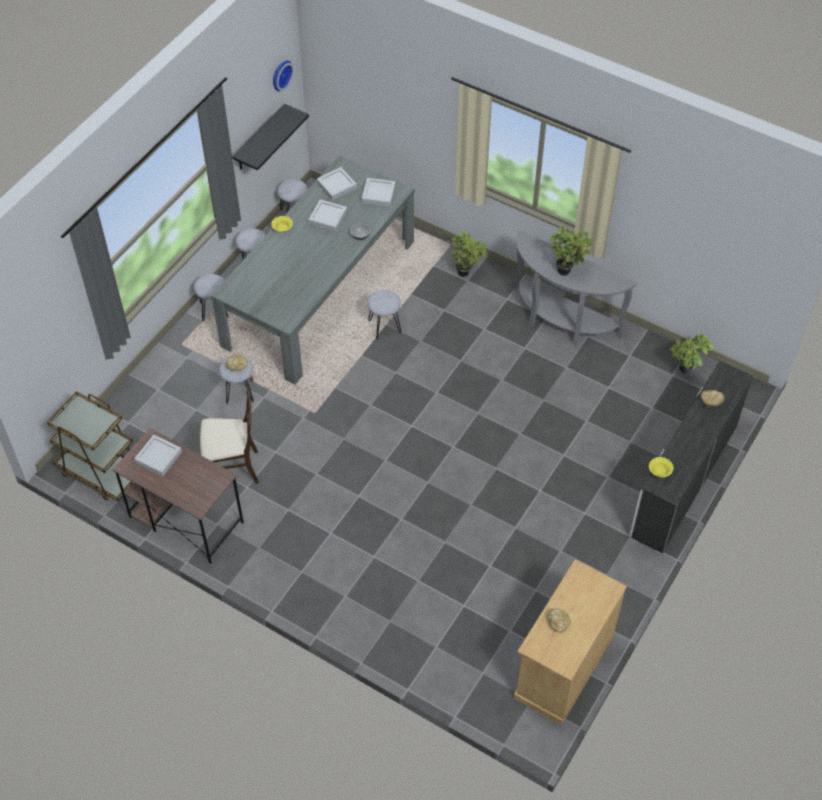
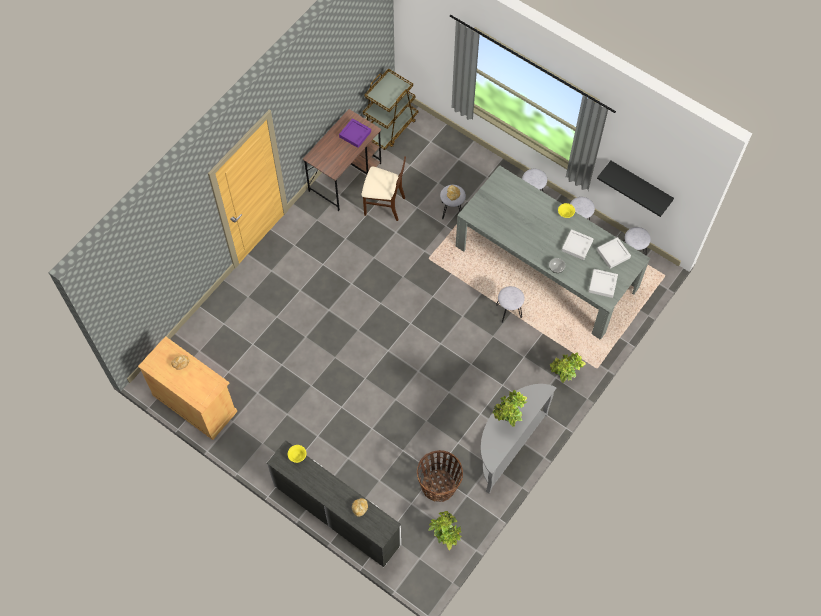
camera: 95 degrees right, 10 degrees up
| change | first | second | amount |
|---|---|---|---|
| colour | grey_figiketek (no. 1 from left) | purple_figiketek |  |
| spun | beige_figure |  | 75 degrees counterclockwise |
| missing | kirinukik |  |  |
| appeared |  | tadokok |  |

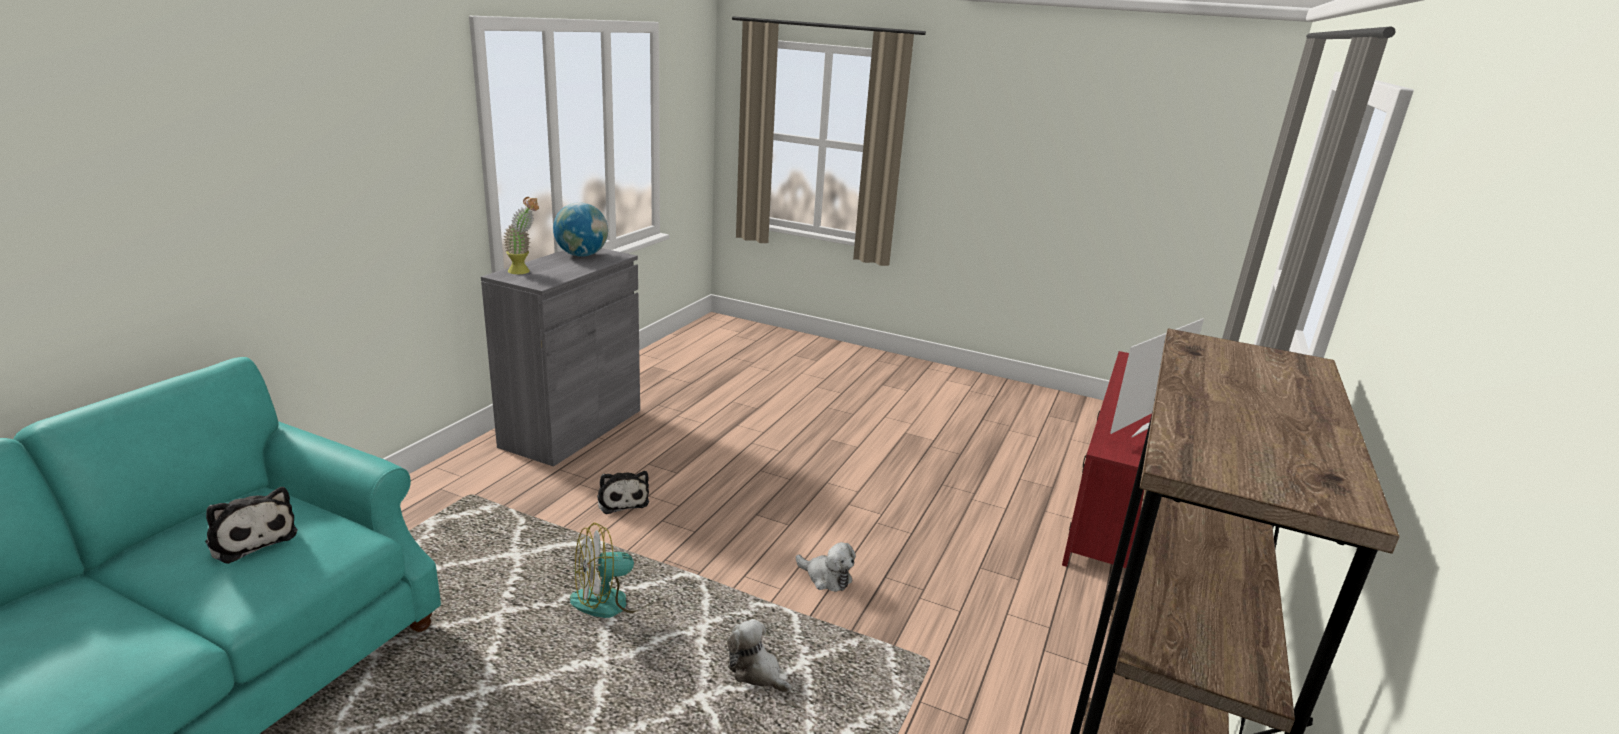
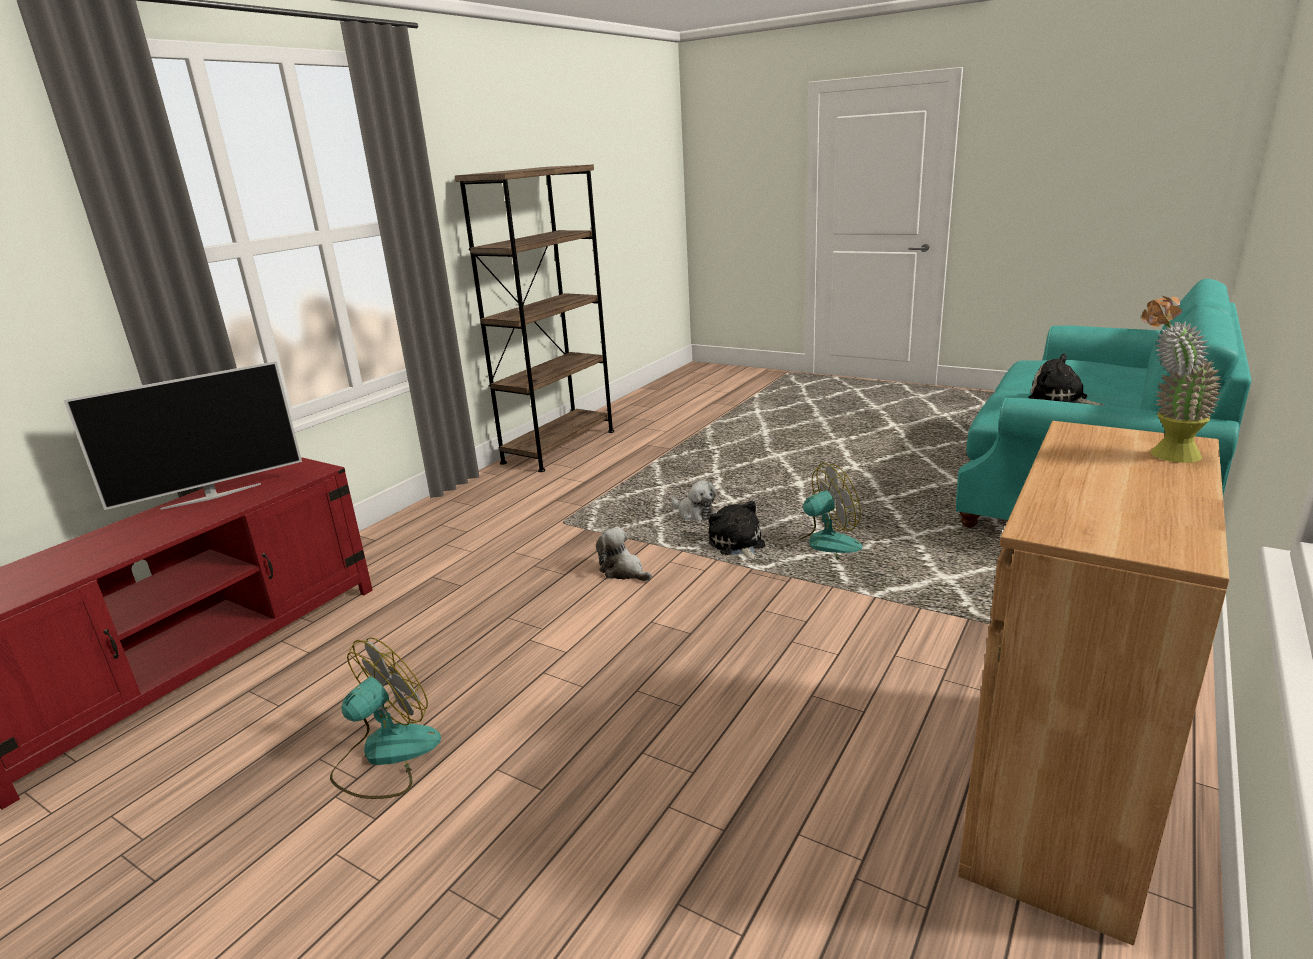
camera: 170 degrees left, 0 degrees up
| change | first | second | amount |
|---|---|---|---|
| colour | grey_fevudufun | brown_fevudufun |  |
| missing | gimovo |  |  |
| relocated | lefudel (no. 2 from left in the first image) | lefudel (no. 3 from left) |  |
| appeared |  | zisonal (no. 1 from left) |  |

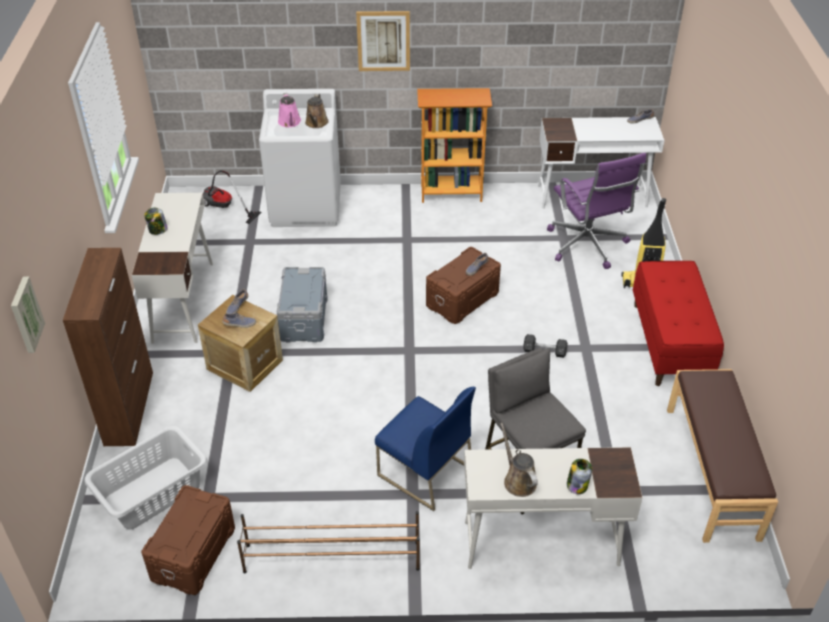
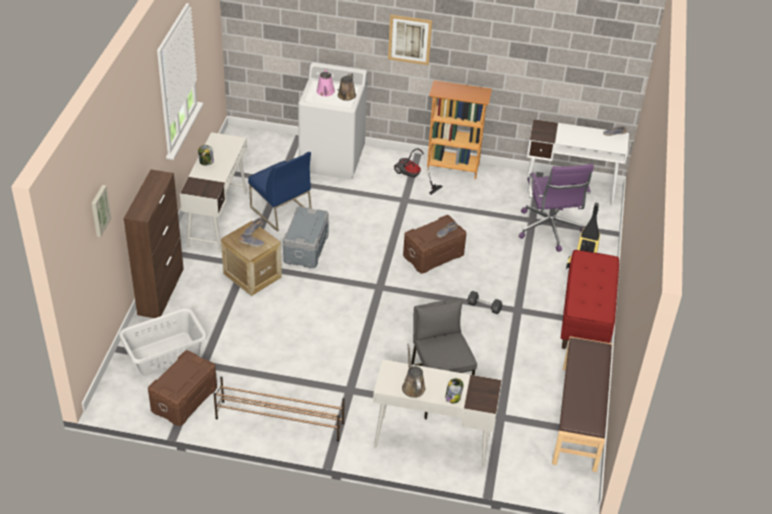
camera: 10 degrees right, 0 degrees up
| change | first | second | amount |
|---|---|---|---|
| relocated | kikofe (no. 1 from left) |  |  |
| relocated | blue_figure |  |  |

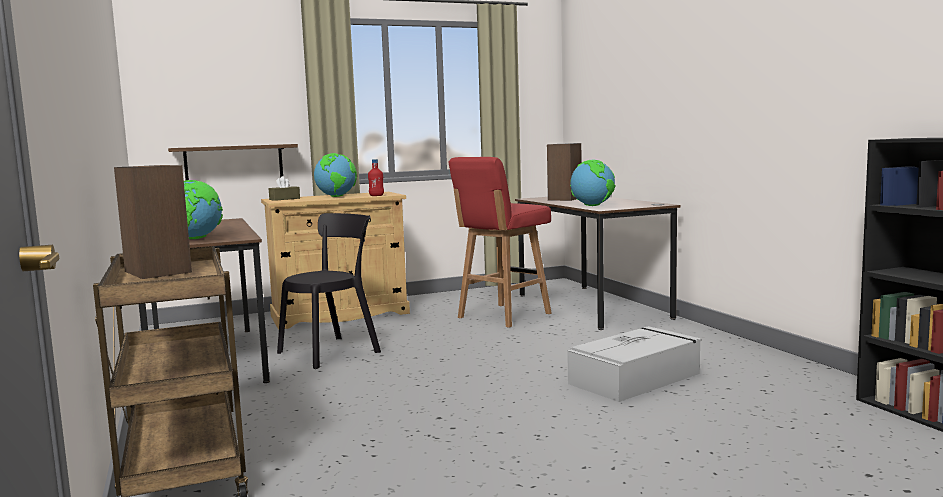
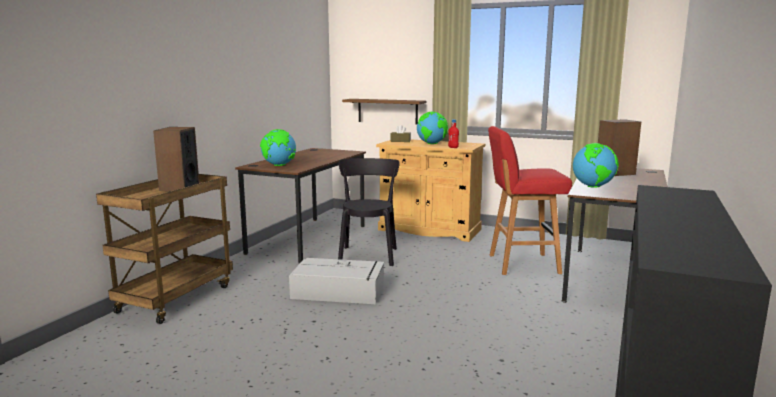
camera: 45 degrees right, 5 degrees up
| change | first | second | amount |
|---|---|---|---|
| spun | black_figure |  | 90 degrees counterclockwise |
| relocated | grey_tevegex |  |  |

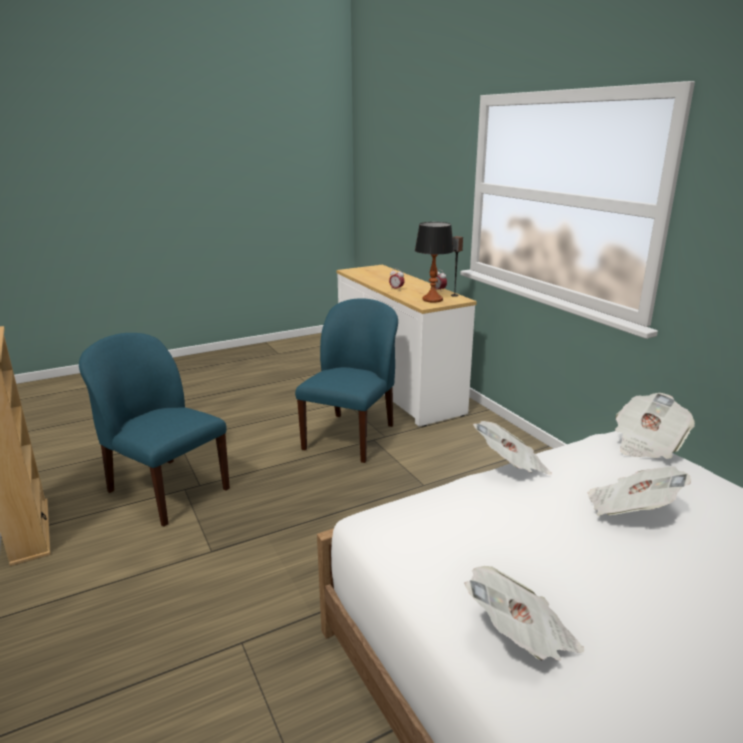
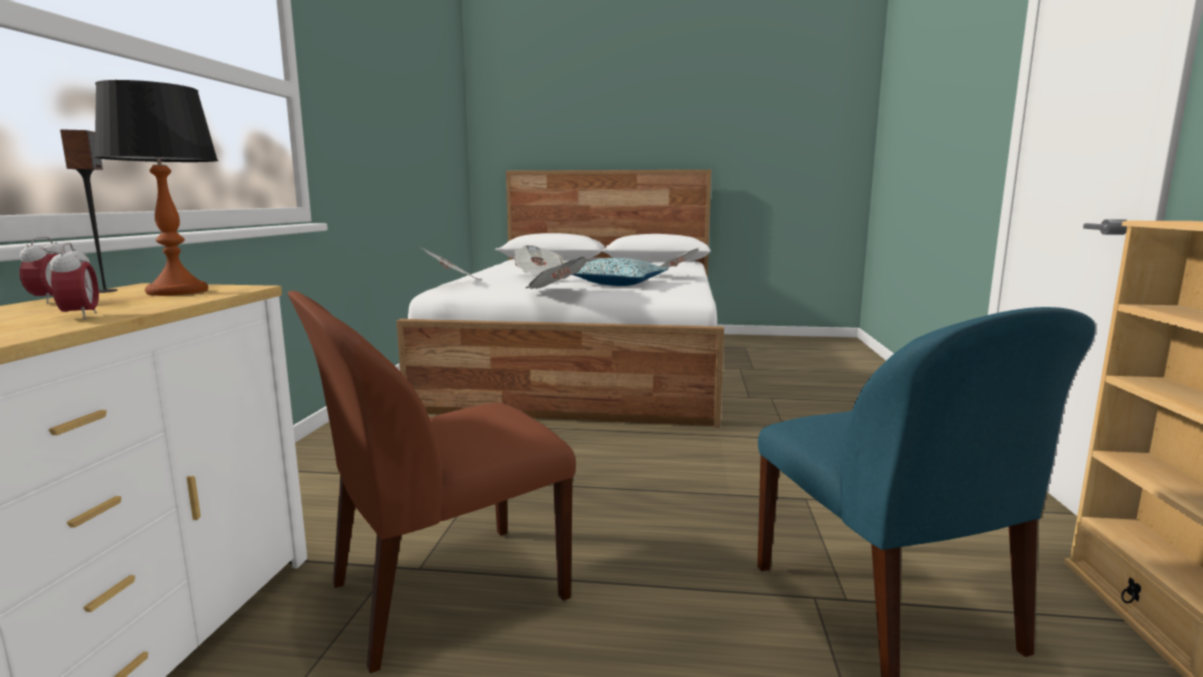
camera: 145 degrees left, 10 degrees down
| change | first | second | amount |
|---|---|---|---|
| colour | blue_figure (no. 2 from left) | brown_figure |  |
| appeared |  | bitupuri |  |

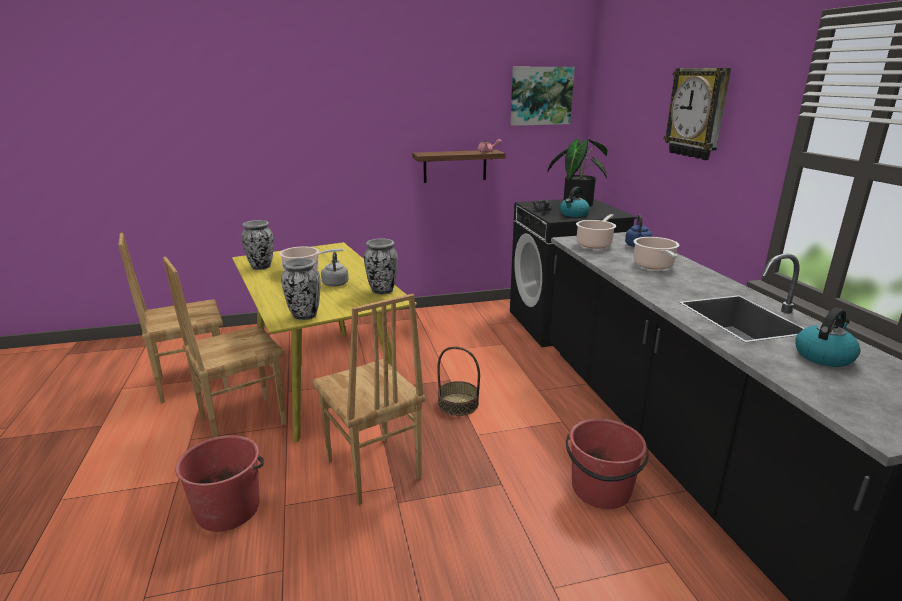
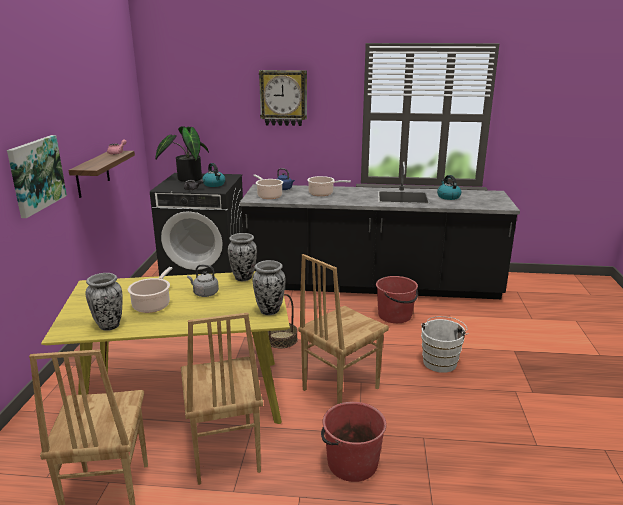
camera: 70 degrees left, 0 degrees up
| change | first | second | amount |
|---|---|---|---|
| spun | brown_figure (no. 3 from left) |  | 150 degrees clockwise |
| relocated | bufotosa |  |  |
| appeared |  | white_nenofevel |  |

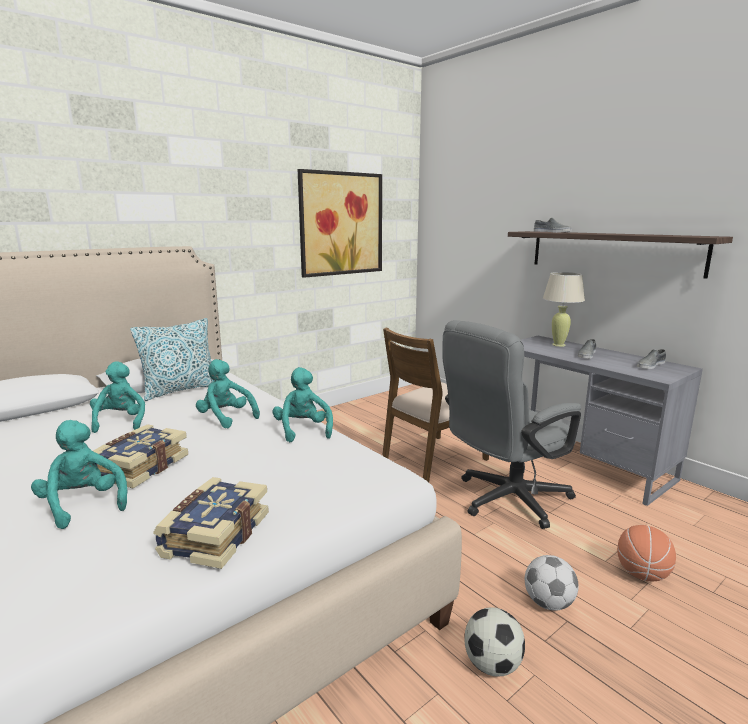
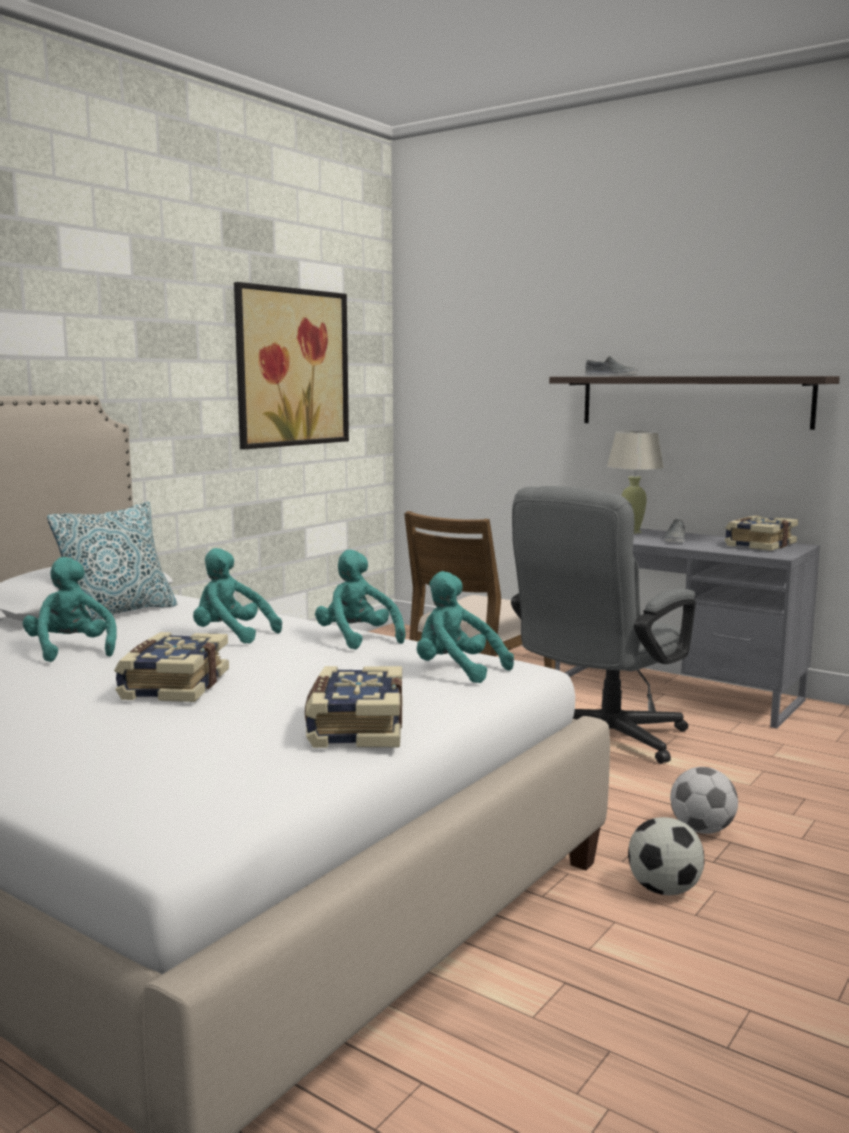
camera: 15 degrees left, 5 degrees down
| change | first | second | amount |
|---|---|---|---|
| relocated | turquoise_lefudel (no. 1 from left in the first image) | turquoise_lefudel (no. 4 from left) |  |
| missing | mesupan |  |  |
| exchanged | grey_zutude (no. 3 from left) | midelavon (no. 3 from left) |  |

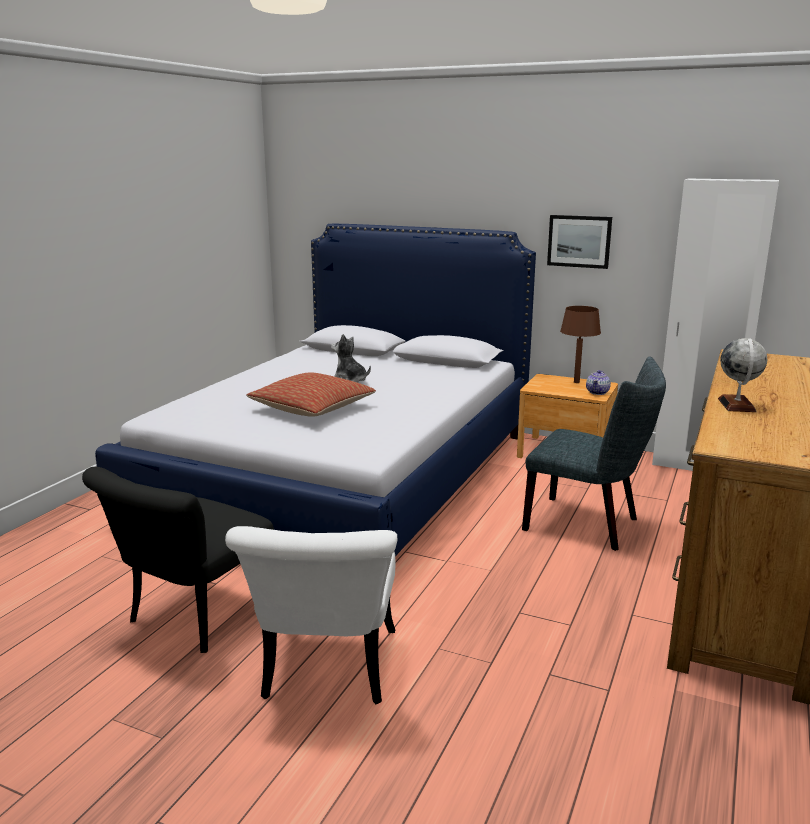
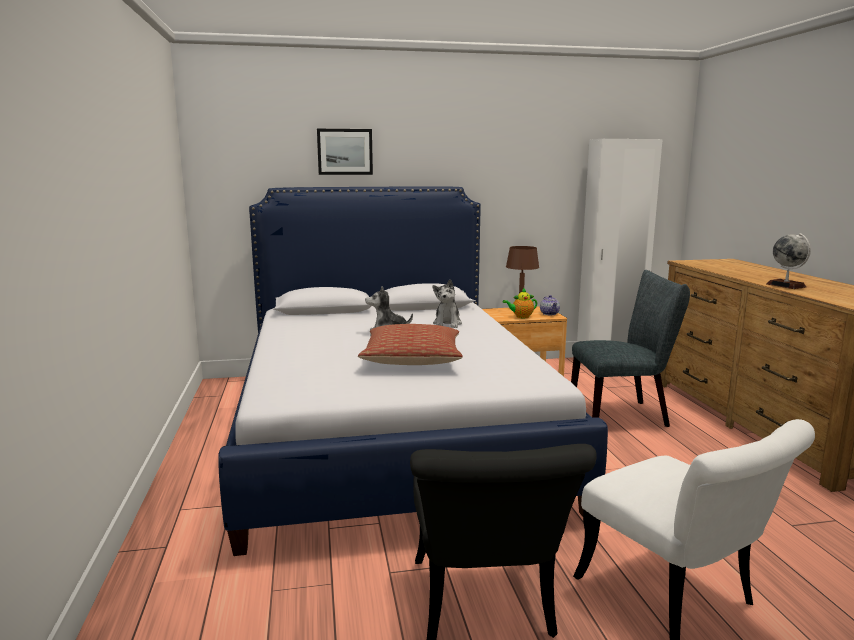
camera: 35 degrees left, 5 degrees down
| change | first | second | amount |
|---|---|---|---|
| relocated | bufotosa |  |  |
| appeared |  | lefudel (no. 2 from left) |  |
| appeared |  | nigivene (no. 1 from left) |  |

